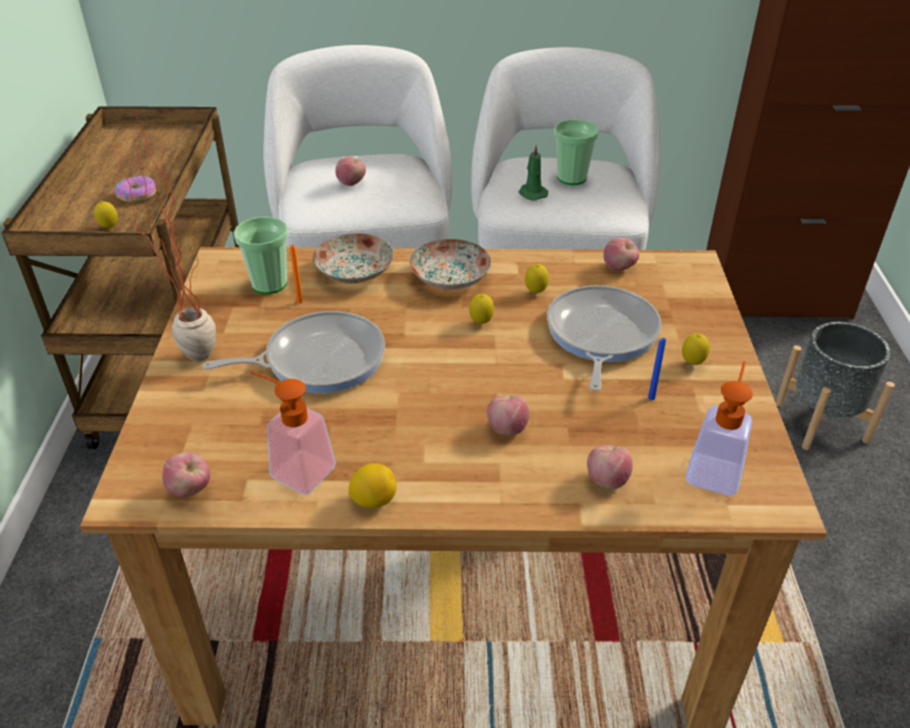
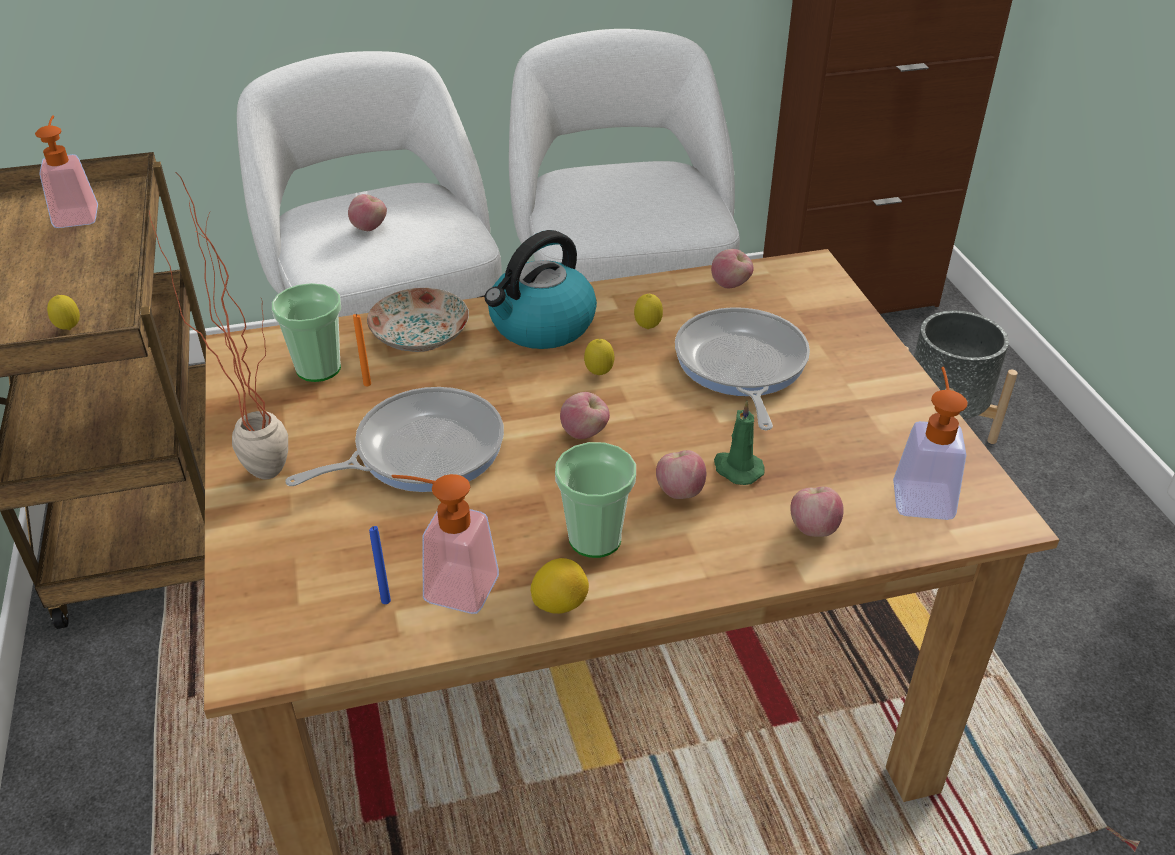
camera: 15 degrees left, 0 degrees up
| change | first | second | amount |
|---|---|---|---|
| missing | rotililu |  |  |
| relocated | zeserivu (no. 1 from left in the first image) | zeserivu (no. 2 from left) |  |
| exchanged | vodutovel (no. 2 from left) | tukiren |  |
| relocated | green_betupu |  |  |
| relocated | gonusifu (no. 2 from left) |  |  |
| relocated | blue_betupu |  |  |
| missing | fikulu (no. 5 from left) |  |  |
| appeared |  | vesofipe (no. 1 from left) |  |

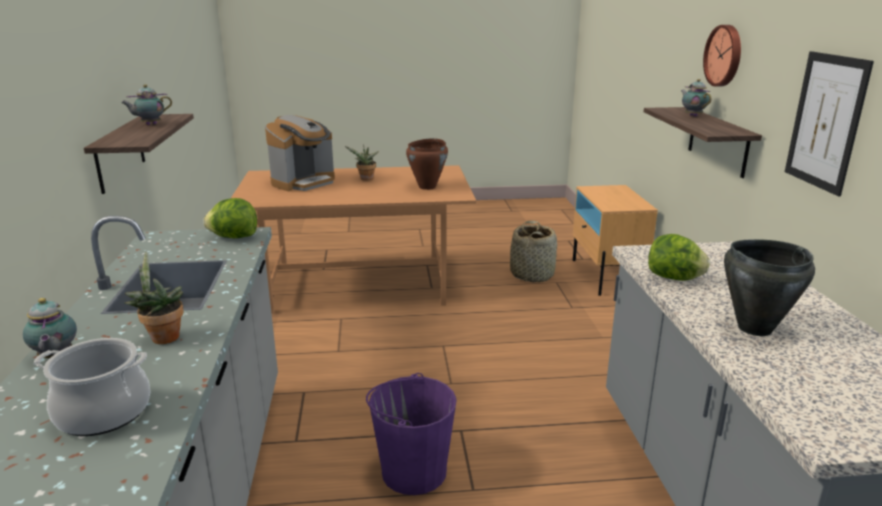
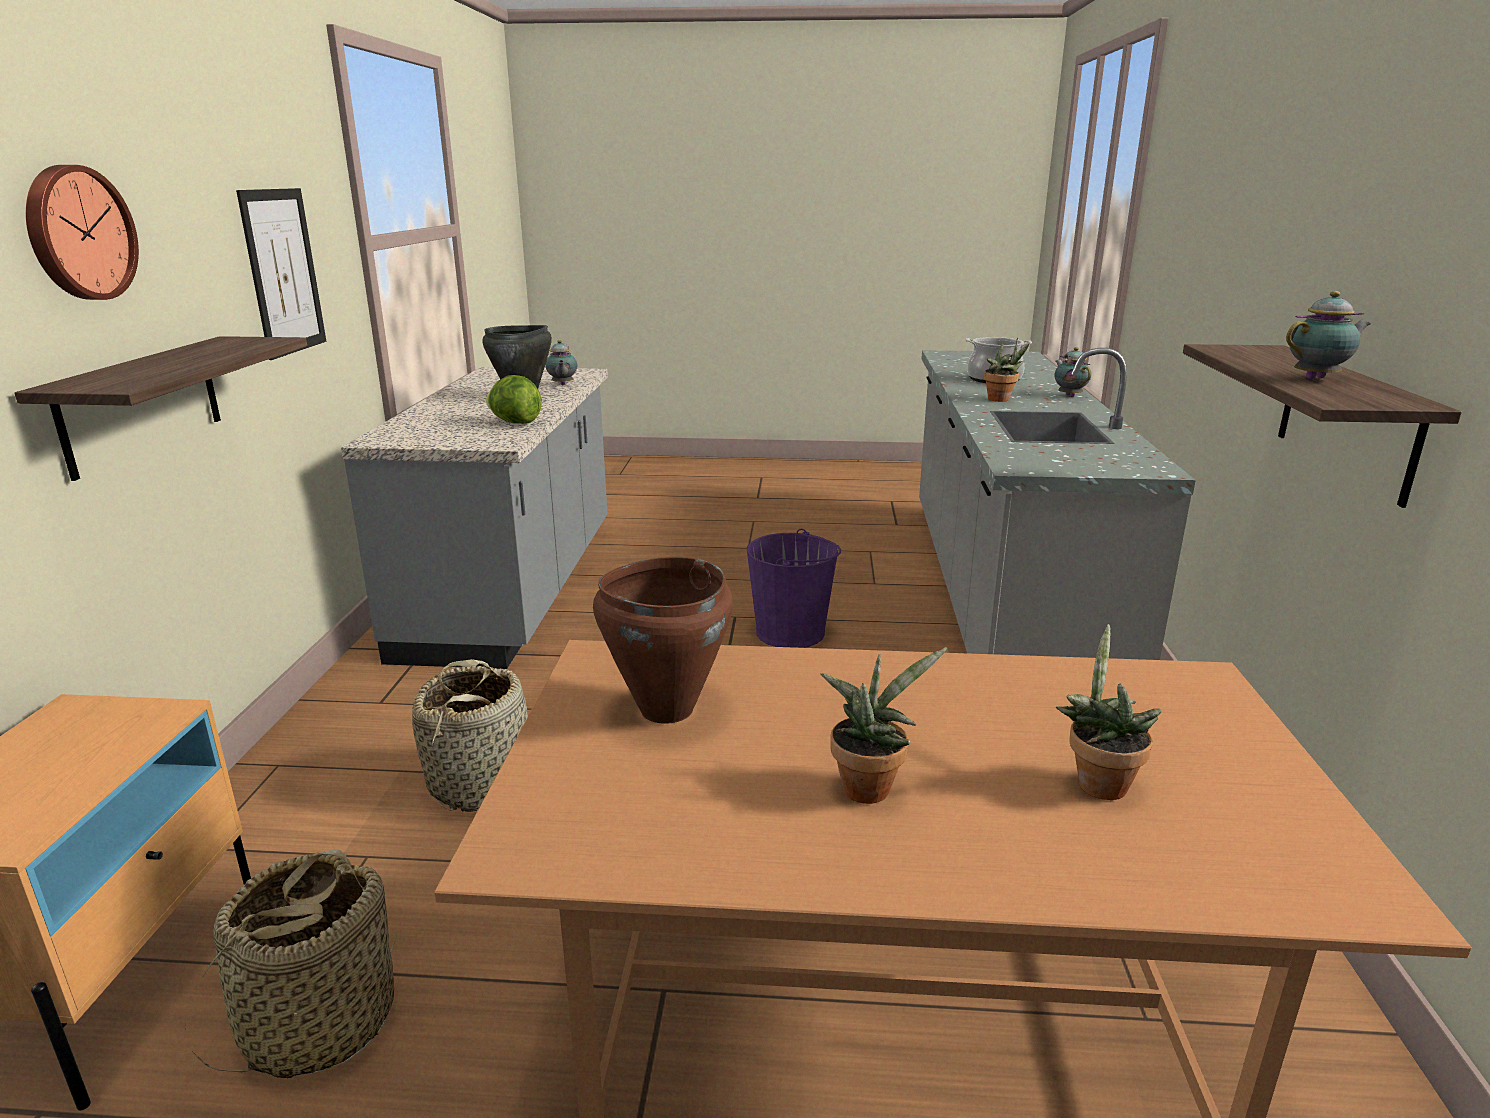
camera: 170 degrees left, 0 degrees up
| change | first | second | amount |
|---|---|---|---|
| missing | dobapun (no. 1 from left) |  |  |
| exchanged | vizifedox | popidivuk (no. 3 from left) |  |
| relocated | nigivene (no. 3 from left in the first image) | nigivene (no. 1 from left) |  |
| appeared |  | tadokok (no. 2 from left) |  |

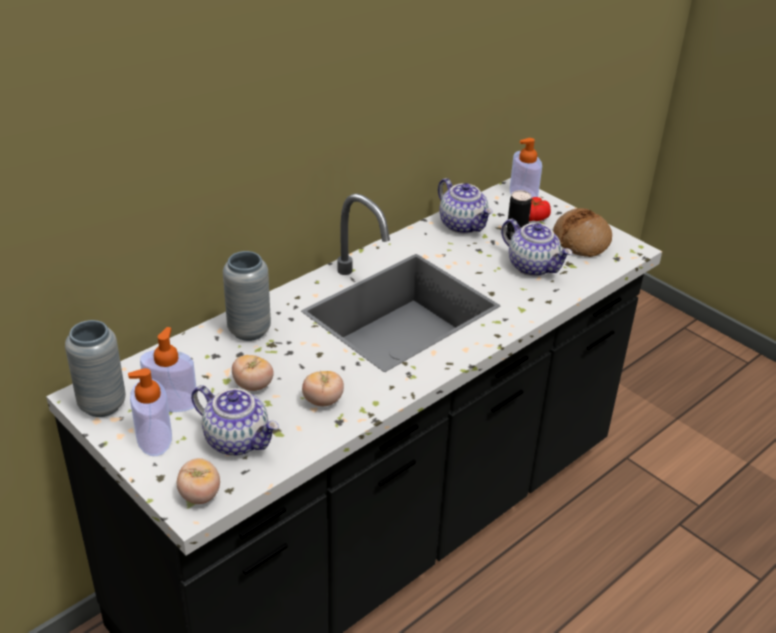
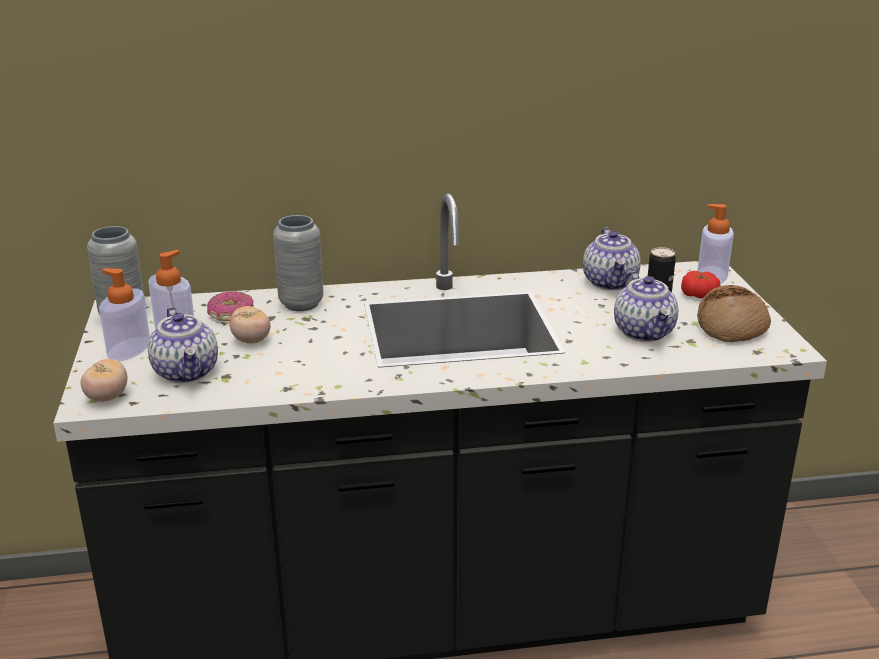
camera: 35 degrees right, 10 degrees down
| change | first | second | amount |
|---|---|---|---|
| missing | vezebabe (no. 3 from left) |  |  |
| appeared |  | rotililu |  |

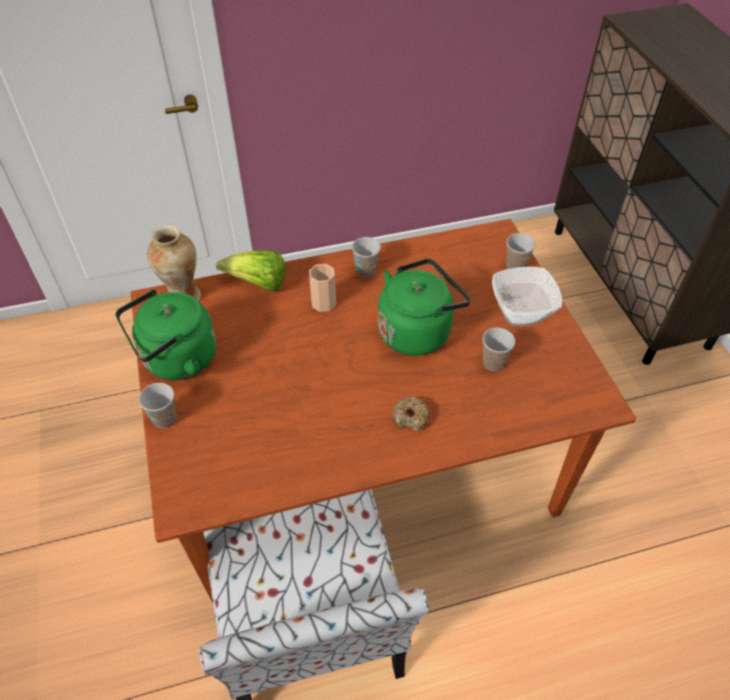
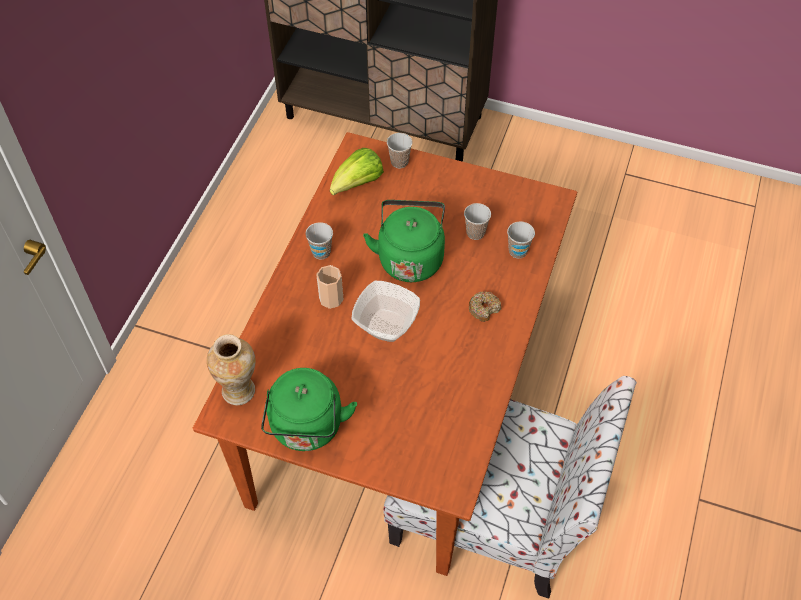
camera: 55 degrees left, 5 degrees up
| change | first | second | amount |
|---|---|---|---|
| relocated | gonusifu (no. 1 from left in the first image) | gonusifu (no. 5 from left) |  |
| relocated | dobapun |  |  |
| relocated | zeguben |  |  |

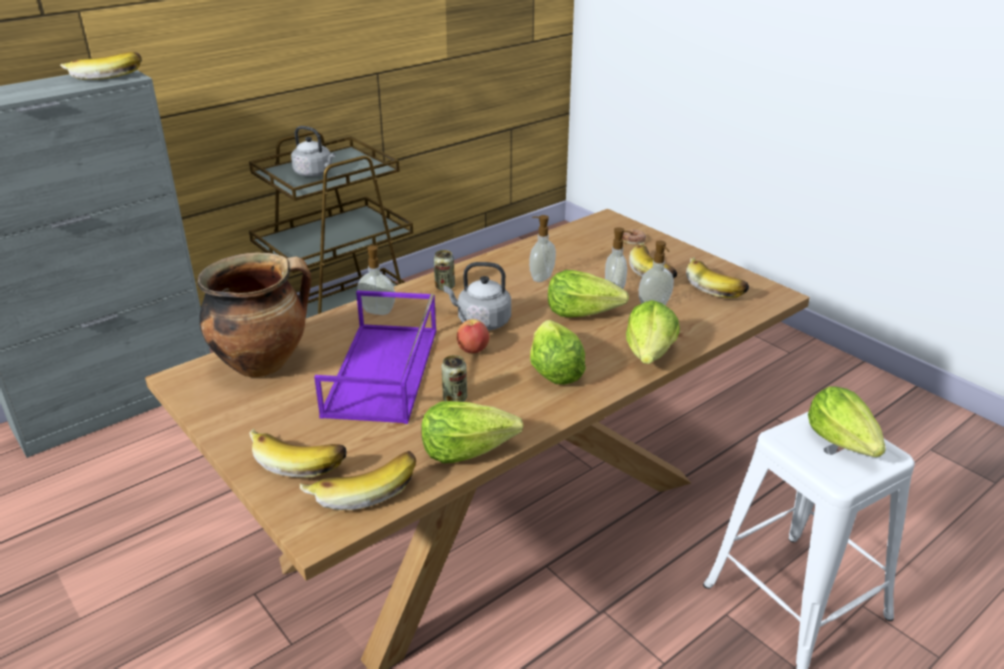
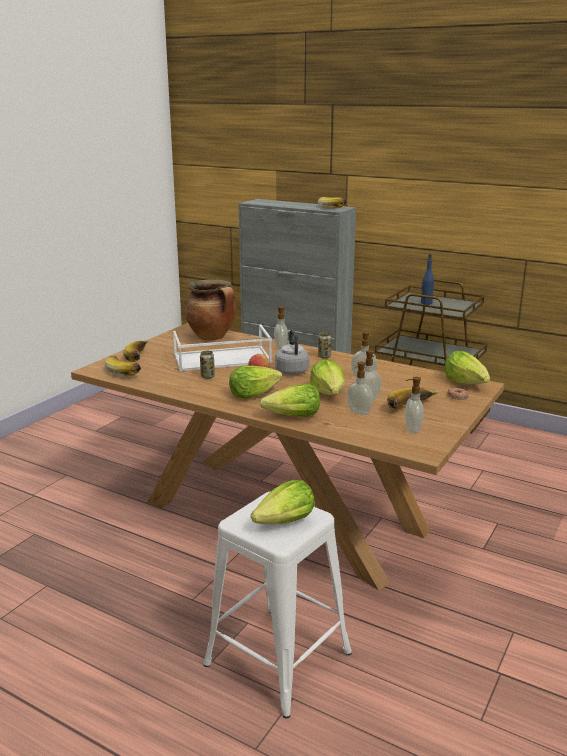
camera: 70 degrees right, 10 degrees down
| change | first | second | amount |
|---|---|---|---|
| exchanged | grey_tukiren (no. 1 from left) | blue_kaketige |  |
| colour | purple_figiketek | white_figiketek |  |
| relocated | dobapun (no. 1 from left in the first image) | dobapun (no. 5 from left) |  |
| exchanged | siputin (no. 5 from left) | vesofipe (no. 5 from left) |  |

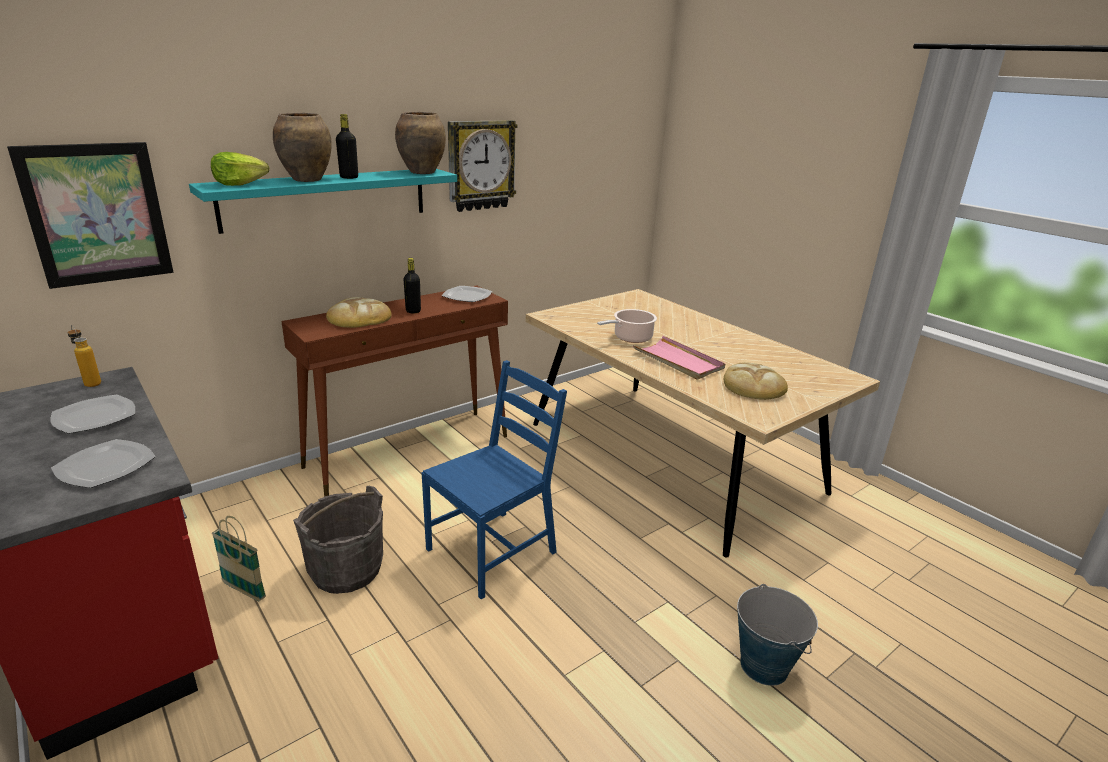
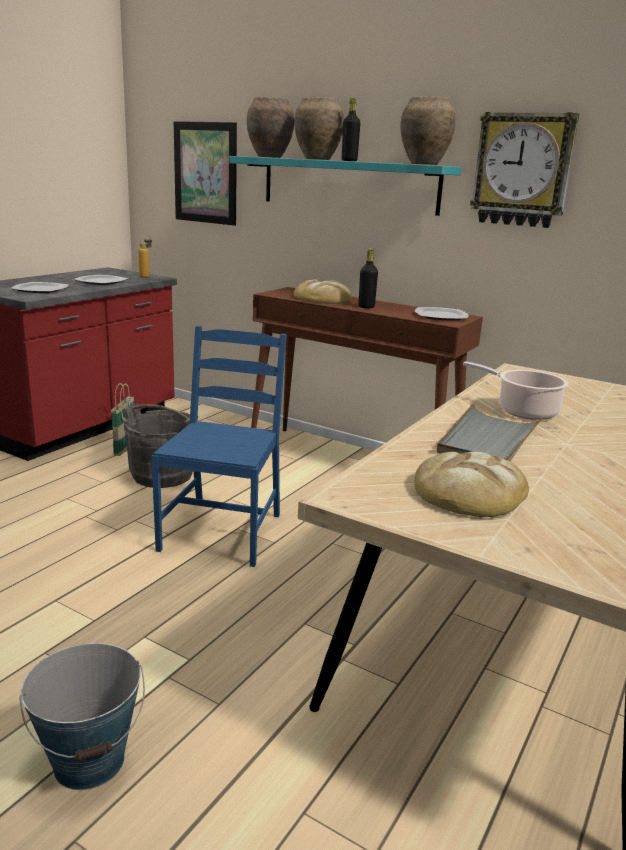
camera: 70 degrees right, 5 degrees down
| change | first | second | amount |
|---|---|---|---|
| exchanged | dobapun | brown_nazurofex (no. 1 from left) |  |
| spun | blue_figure |  | 105 degrees counterclockwise |
| colour | pink_figiketek | grey_figiketek |  |

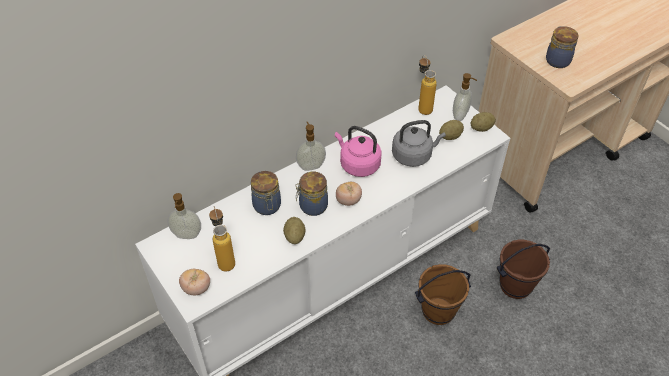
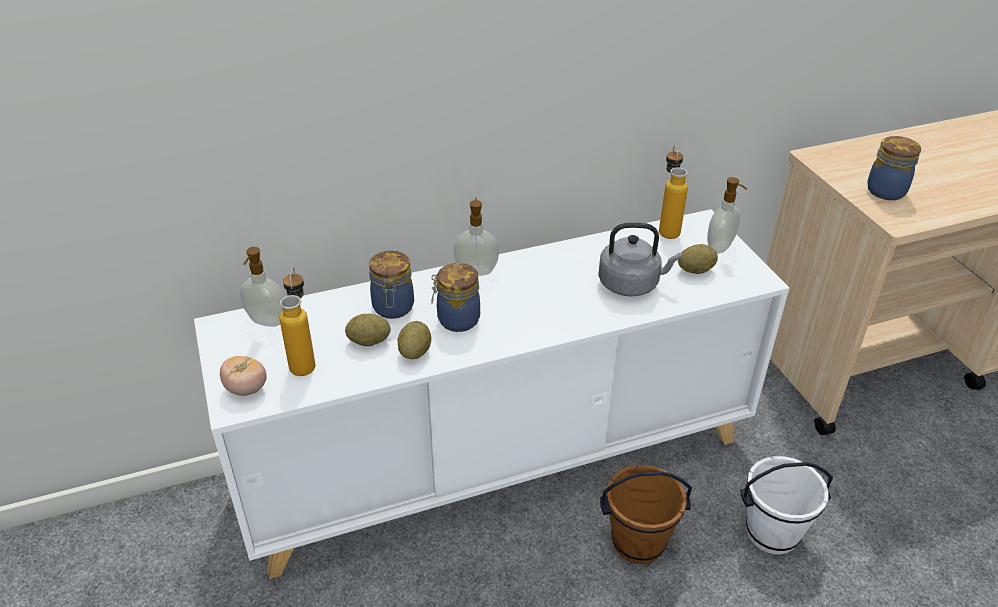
camera: 15 degrees right, 10 degrees down
| change | first | second | amount |
|---|---|---|---|
| missing | pink_tukiren |  |  |
| missing | vezebabe (no. 2 from left) |  |  |
| relocated | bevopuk (no. 3 from left in the first image) | bevopuk (no. 1 from left) |  |
| colour | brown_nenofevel (no. 2 from left) | white_nenofevel |  |

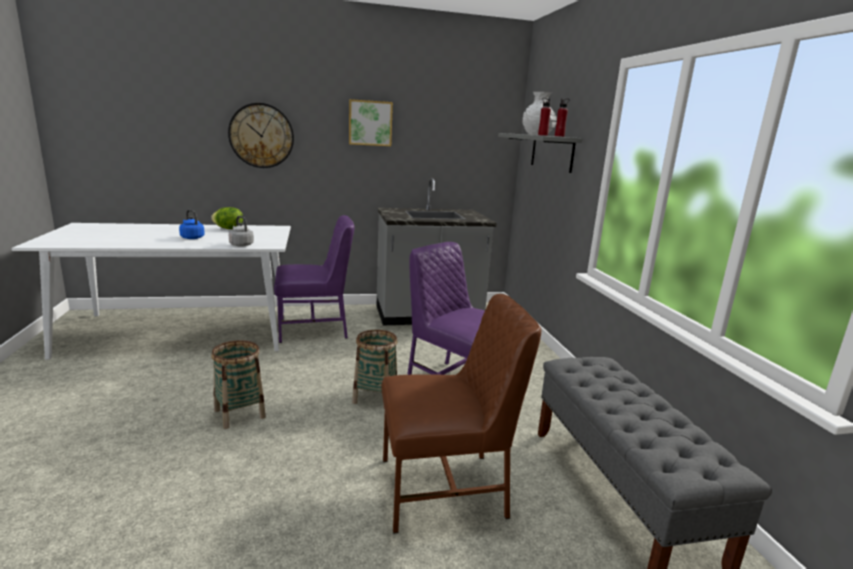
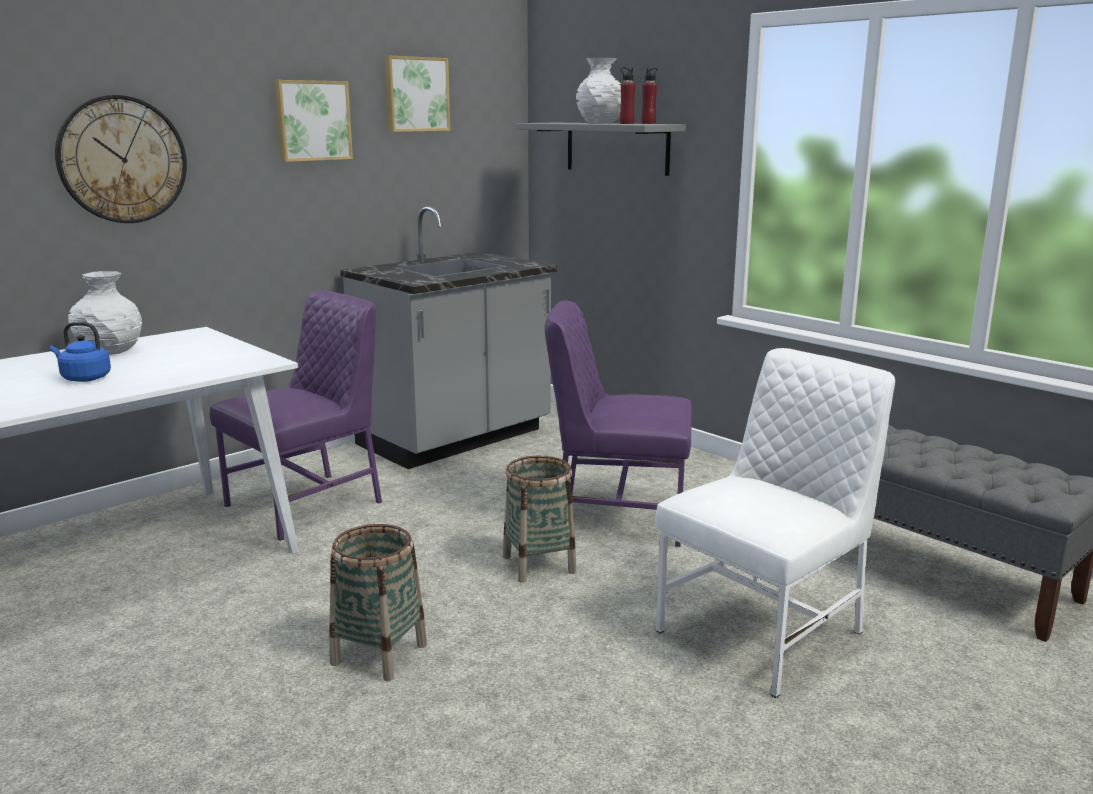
camera: 30 degrees left, 0 degrees up
| change | first | second | amount |
|---|---|---|---|
| exchanged | dobapun | white_nazurofex (no. 1 from left) |  |
| missing | grey_tukiren |  |  |
| colour | brown_figure | white_figure |  |
| appeared |  | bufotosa (no. 2 from left) |  |

